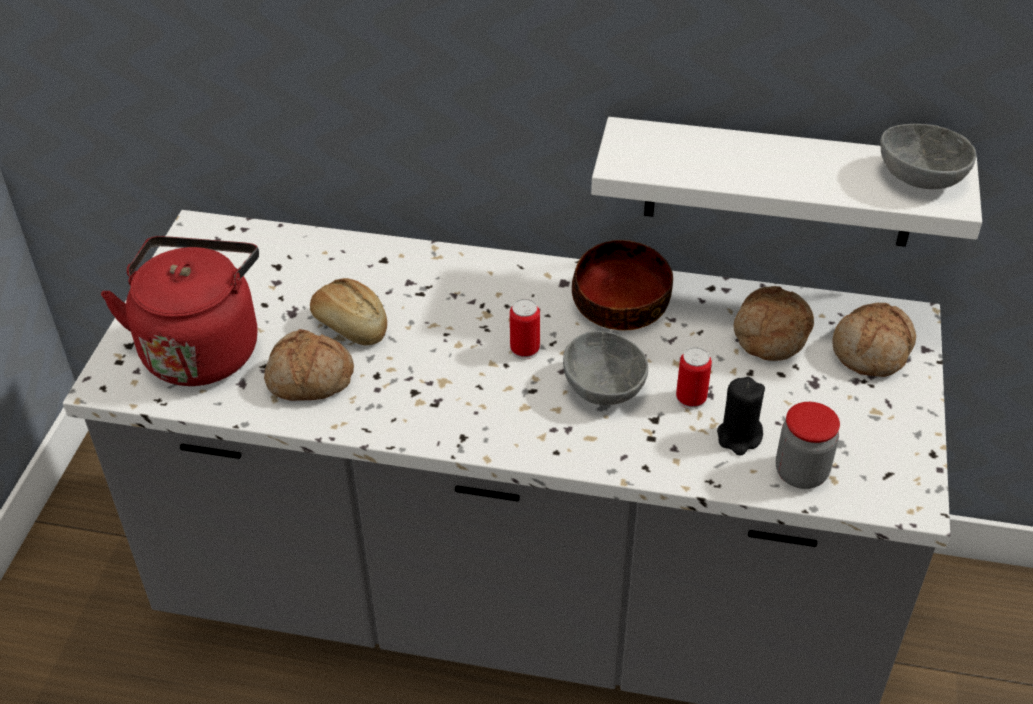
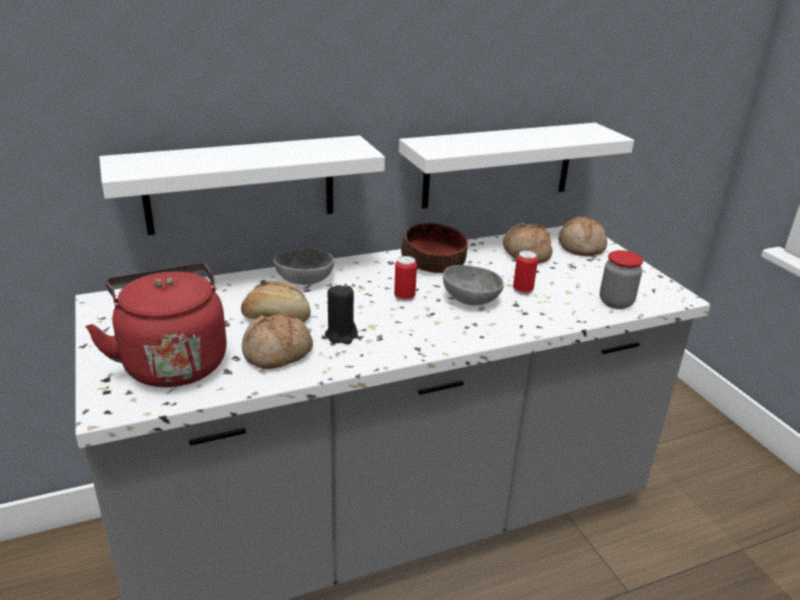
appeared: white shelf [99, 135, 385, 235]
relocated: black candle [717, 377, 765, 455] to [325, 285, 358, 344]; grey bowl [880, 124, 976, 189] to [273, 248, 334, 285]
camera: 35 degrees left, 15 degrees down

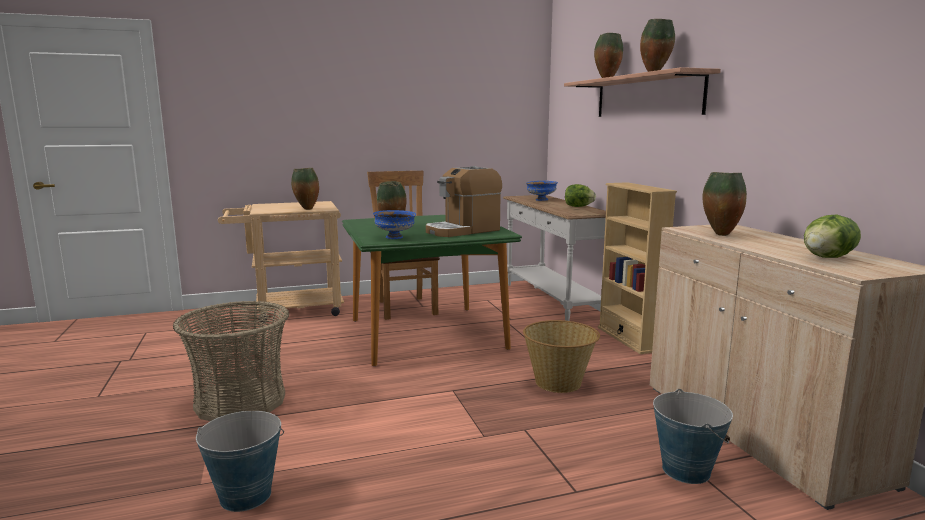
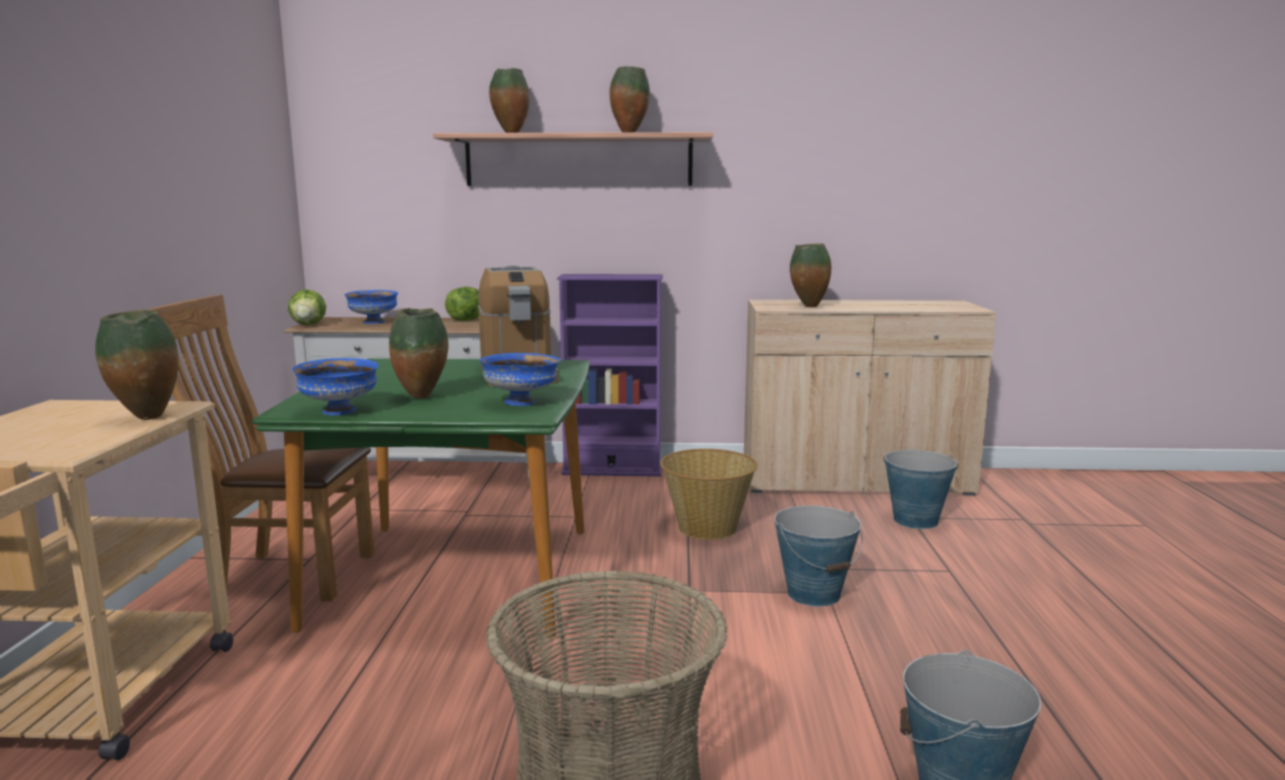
appeared: blue bowl [292, 358, 379, 415]; bucket [774, 505, 863, 607]
relocated: lettuce [804, 215, 861, 258] to [288, 290, 326, 325]
colour: beige bookcase [598, 182, 677, 354] to purple bookcase [557, 274, 663, 477]
camera: 70 degrees left, 0 degrees up

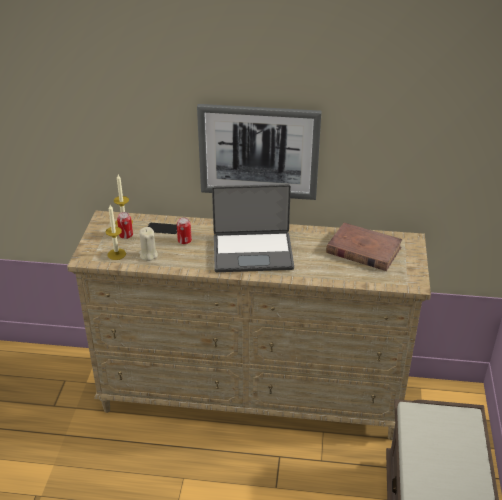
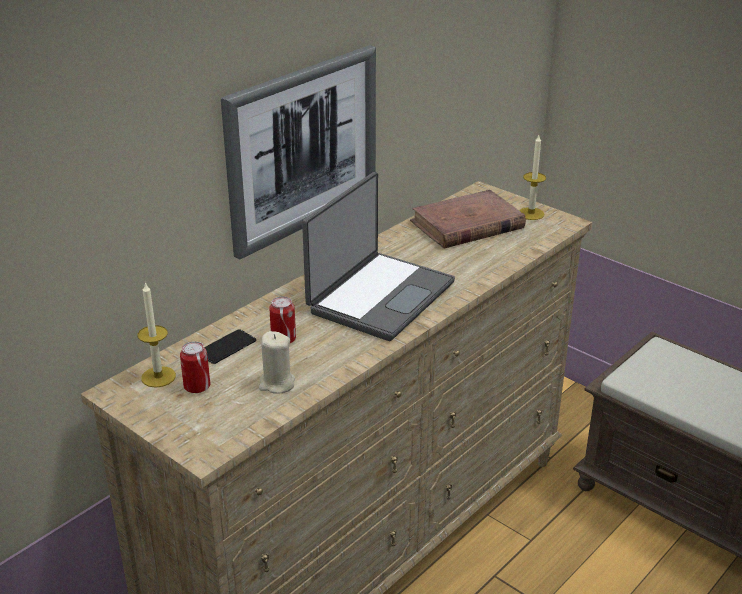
relocated: candle [106, 205, 126, 260] to [519, 135, 546, 220]
camera: 55 degrees left, 5 degrees down

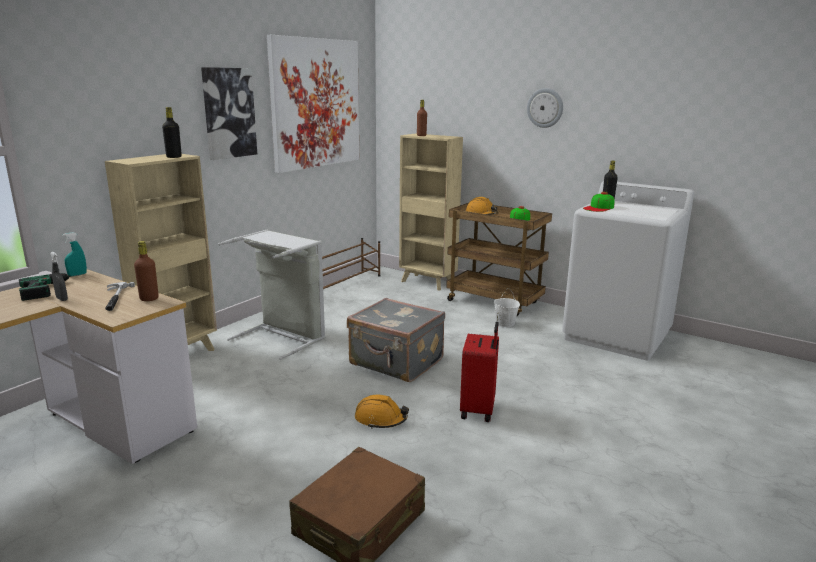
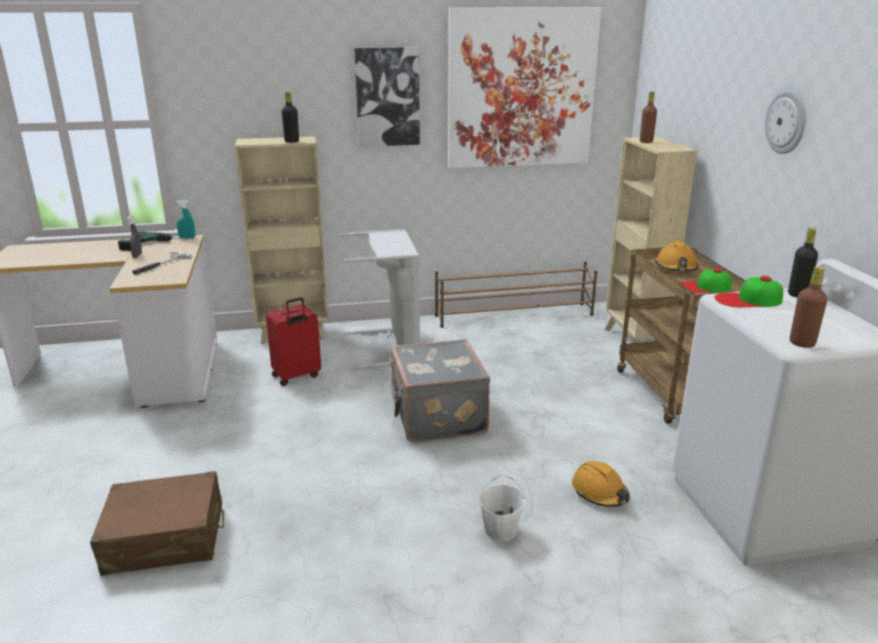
relocated: brown bottle [134, 241, 159, 301] to [790, 266, 827, 348]; orange hard hat [355, 395, 409, 429] to [572, 461, 630, 507]; red suitcase [460, 322, 499, 422] to [266, 297, 321, 386]; white bucket [494, 288, 520, 327] to [479, 475, 525, 542]
camera: 45 degrees right, 5 degrees up

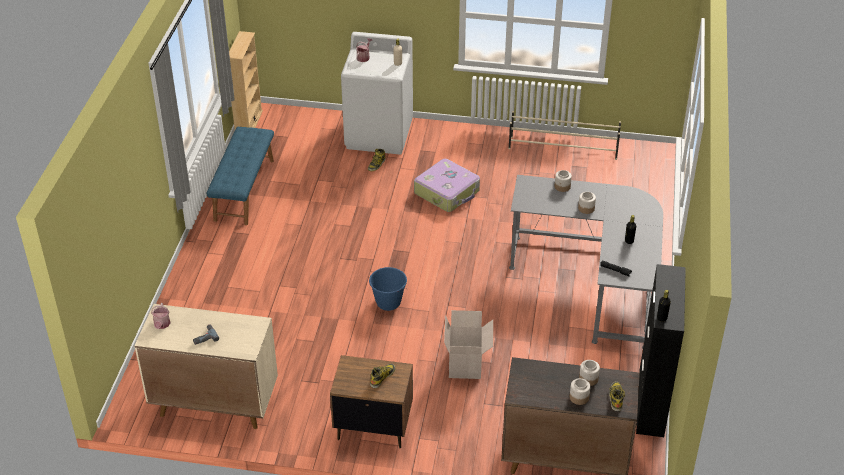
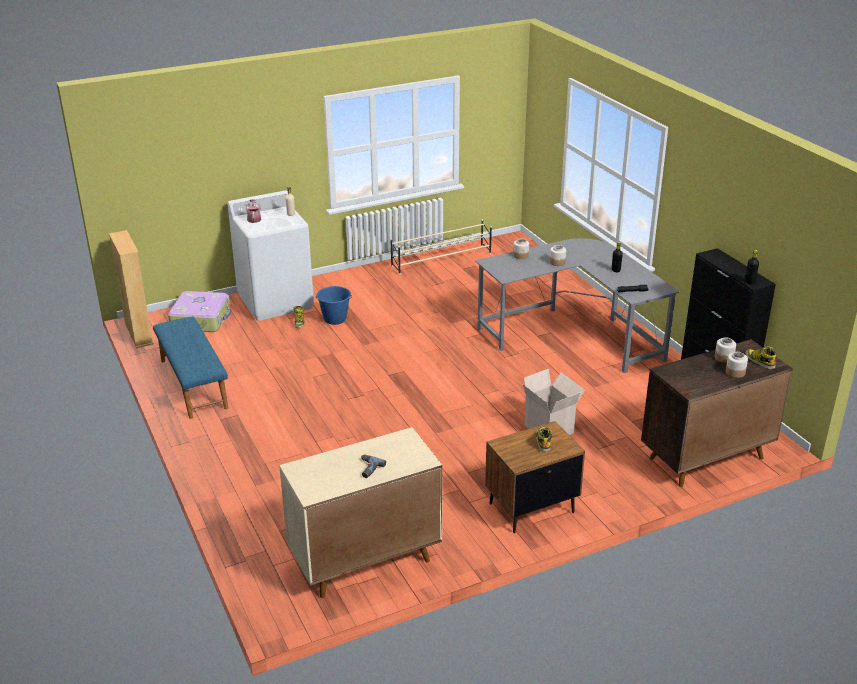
missing: watering can [151, 303, 170, 329]
relocated: blue bucket [369, 267, 407, 311] to [316, 286, 352, 325]; suitcase [414, 159, 480, 212] to [168, 291, 231, 332]
camera: 35 degrees left, 10 degrees down

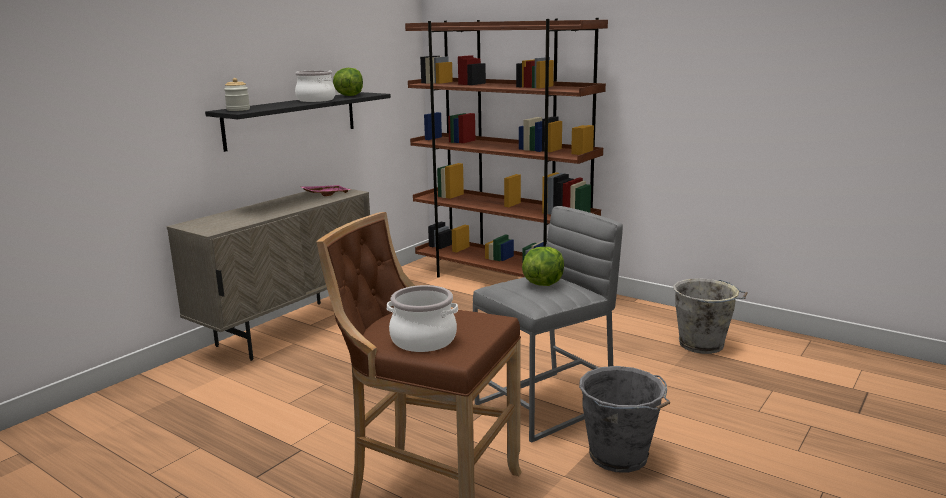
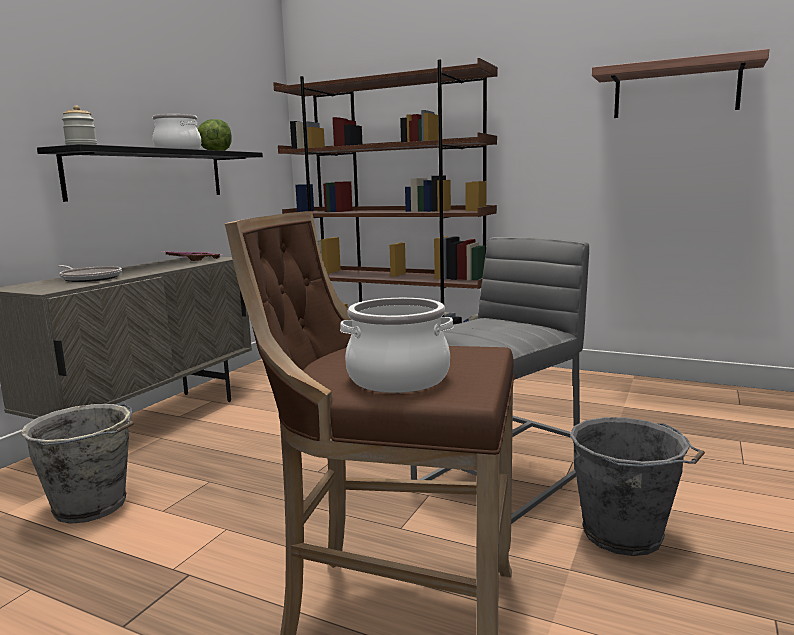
missing: lettuce [522, 247, 564, 286]
appeared: frying pan [58, 265, 122, 282]; shelf [592, 49, 769, 118]
relocated: grey bucket [673, 278, 748, 354] to [21, 404, 134, 524]
camera: 10 degrees left, 5 degrees down

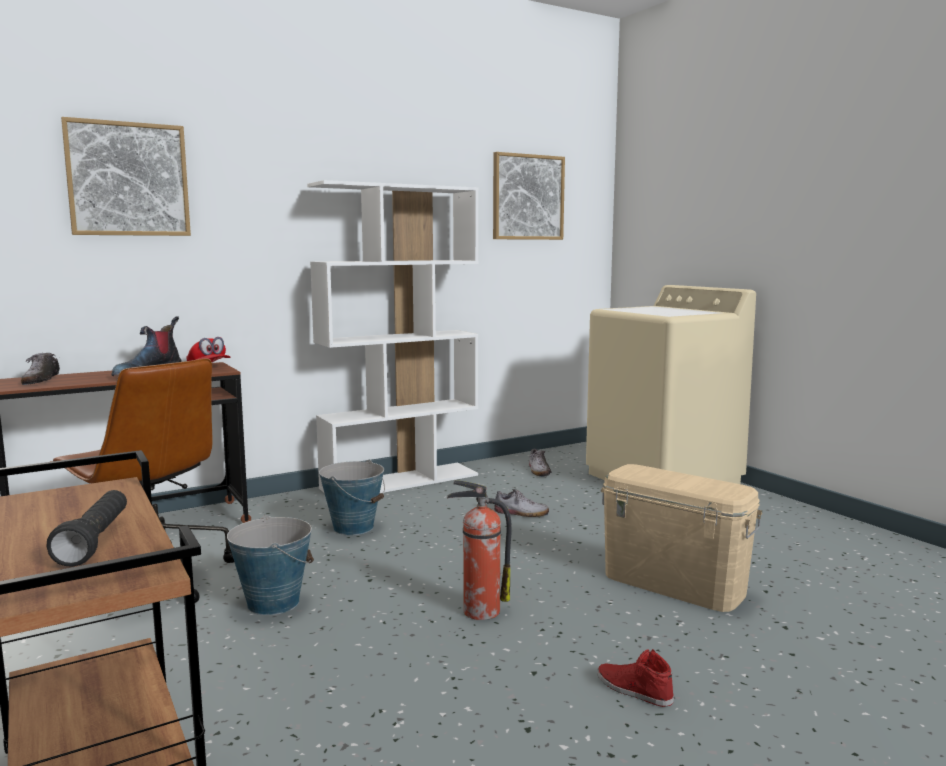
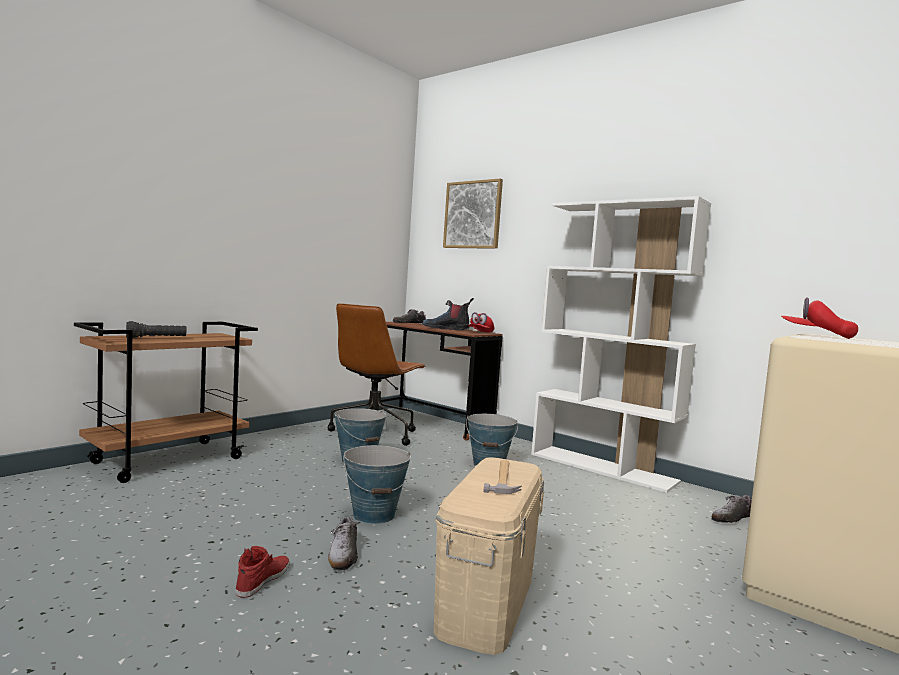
missing: picture [493, 152, 565, 240]
appeared: hammer [483, 460, 522, 494]; red cap [781, 297, 858, 339]
relocated: shoe [494, 489, 549, 517] to [328, 516, 358, 571]
exchanged: fire extinguisher [447, 480, 512, 620] to bucket [343, 445, 412, 524]
camera: 70 degrees right, 5 degrees down

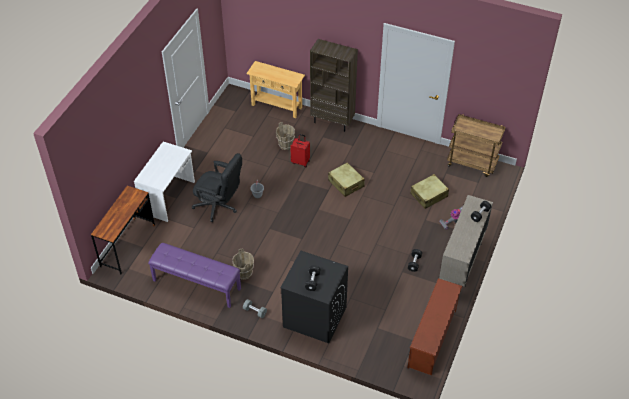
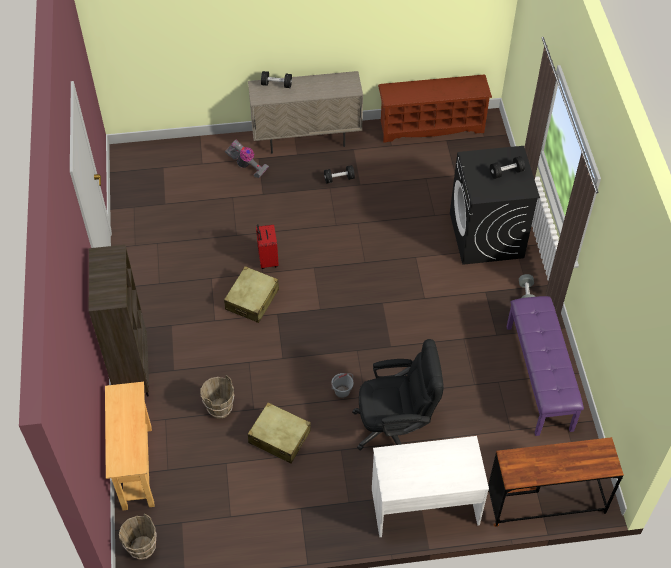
missing: brown cart [447, 114, 506, 177]
relocated: brown bucket [232, 249, 254, 280] to [119, 513, 157, 560]; red suitcase [290, 134, 310, 168] to [256, 224, 279, 269]; beige suitcase [410, 174, 449, 209] to [248, 402, 311, 464]
spun: black office chair [192, 153, 242, 222] = [352, 339, 444, 450] 90 degrees clockwise
camera: 120 degrees left, 5 degrees up

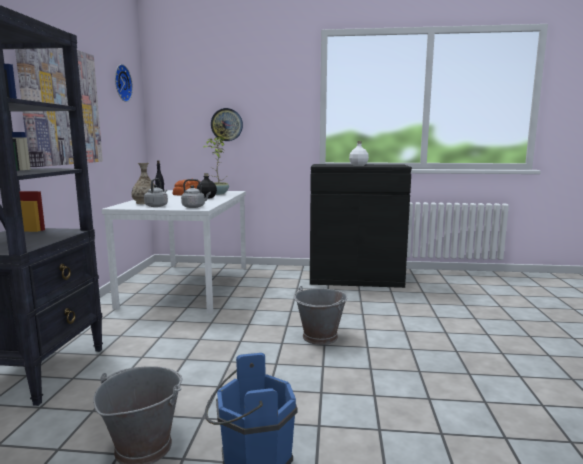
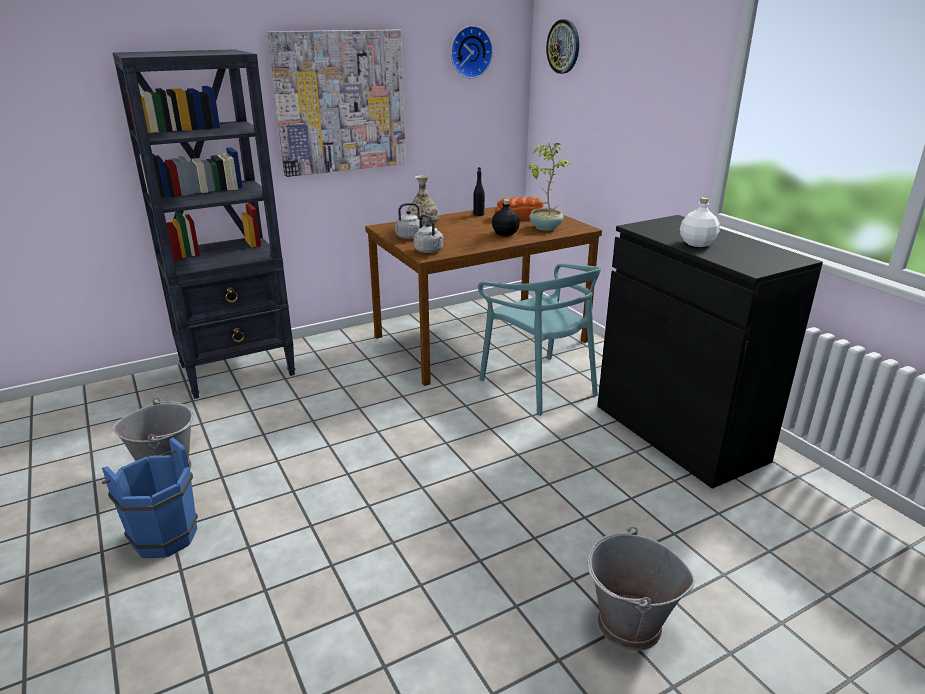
appeared: turquoise chair [478, 263, 601, 416]
relocated: wall clock [211, 108, 243, 141] to [546, 19, 579, 74]; grey bucket [294, 286, 347, 345] to [587, 526, 695, 651]
colour: white dining table [102, 190, 246, 314] to brown dining table [365, 207, 602, 386]
camera: 55 degrees right, 15 degrees up

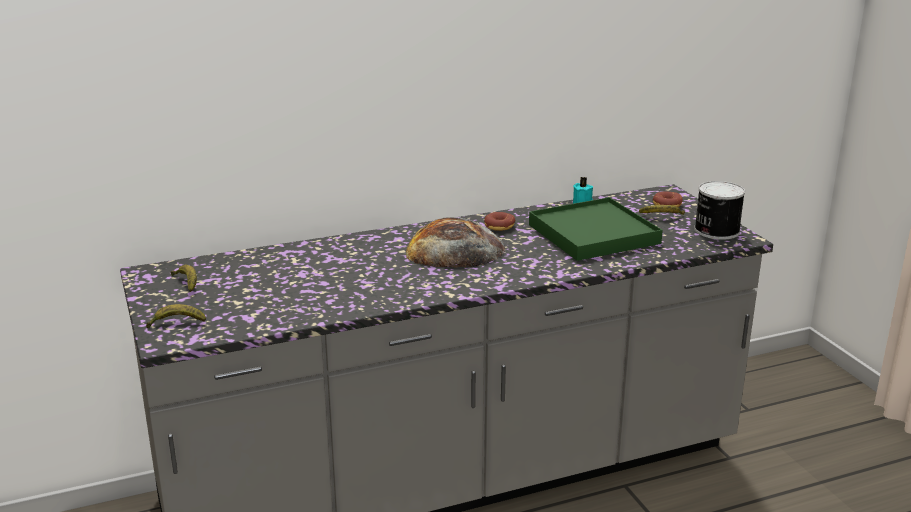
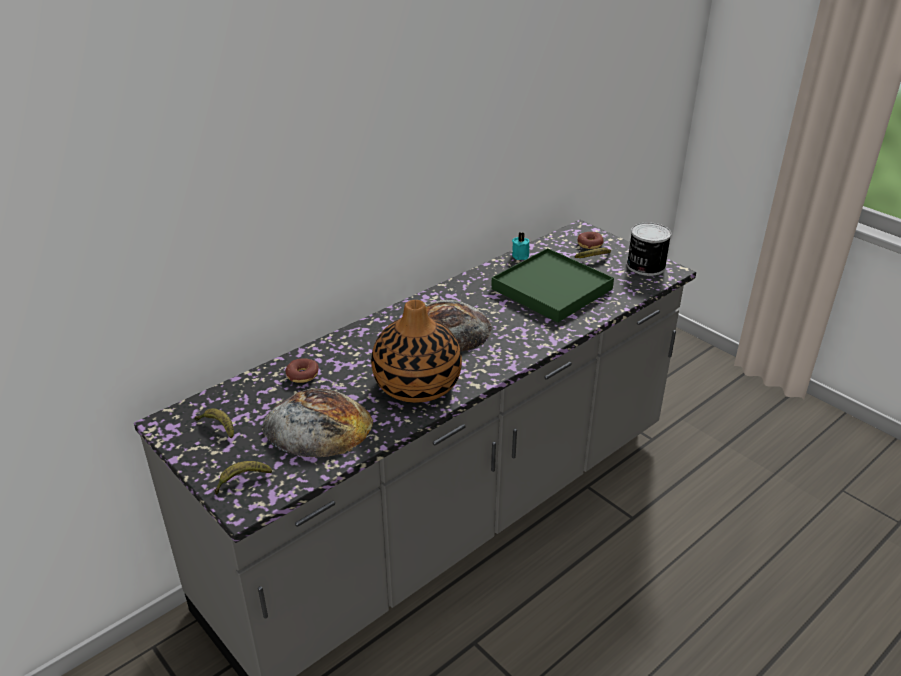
appeared: bread [262, 388, 373, 458]; vase [371, 300, 462, 403]
relocated: donut [484, 212, 515, 231] to [285, 358, 319, 383]
camera: 20 degrees left, 10 degrees up

